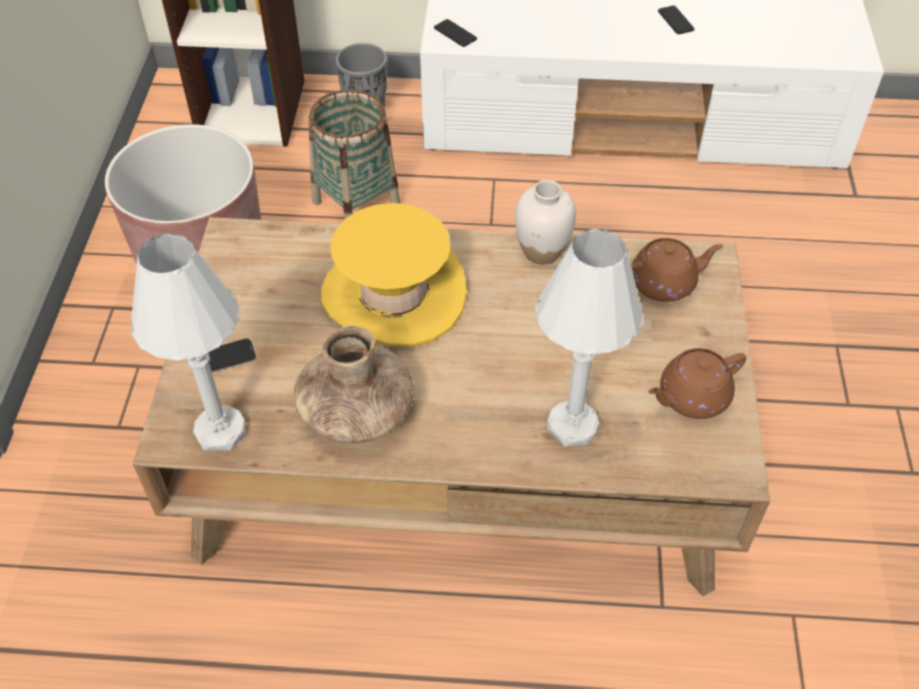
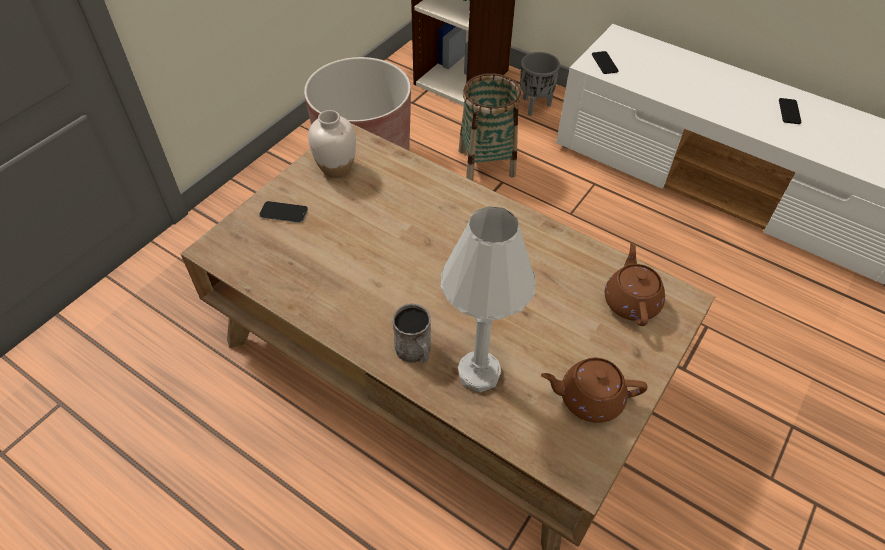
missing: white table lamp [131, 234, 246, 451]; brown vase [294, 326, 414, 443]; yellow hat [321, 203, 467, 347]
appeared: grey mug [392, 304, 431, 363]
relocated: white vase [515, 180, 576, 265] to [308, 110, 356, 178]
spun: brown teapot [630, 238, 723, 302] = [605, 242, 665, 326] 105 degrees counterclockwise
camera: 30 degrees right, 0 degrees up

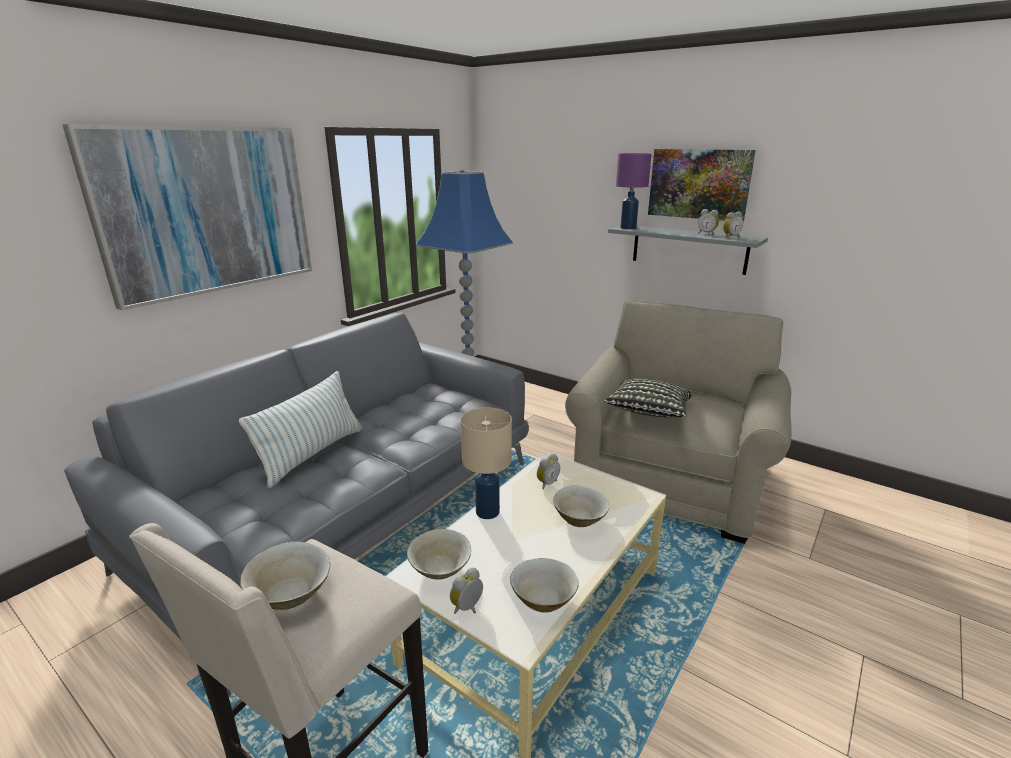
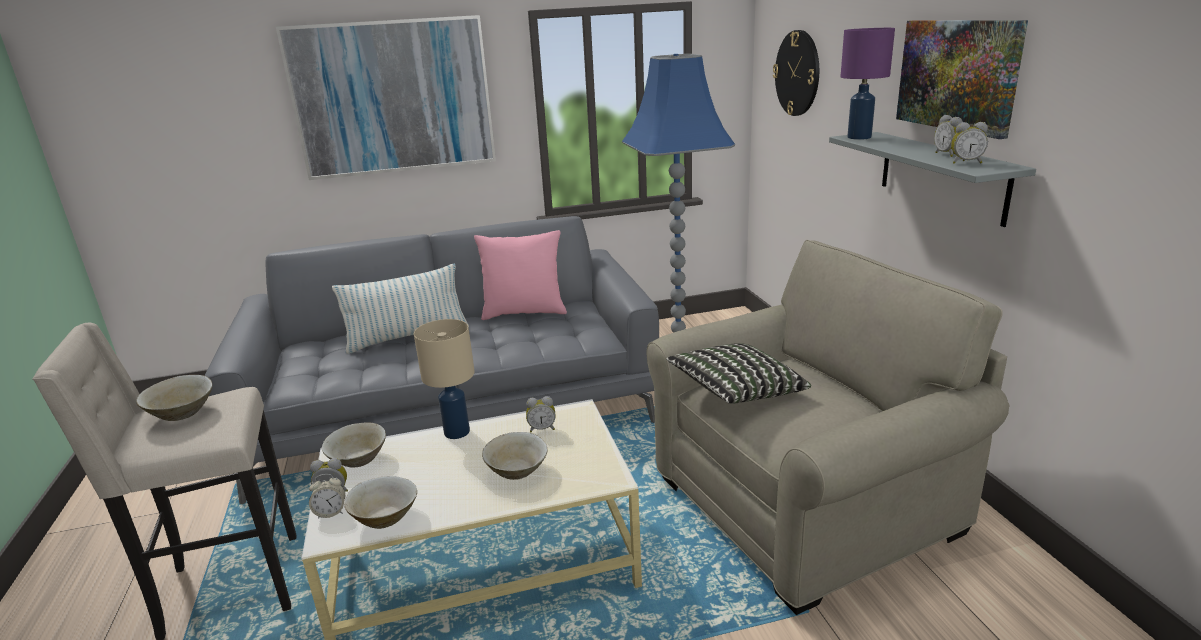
appeared: alarm clock [309, 474, 345, 519]; pink pillow [474, 230, 567, 320]; wall clock [773, 30, 819, 116]
camera: 40 degrees right, 0 degrees up

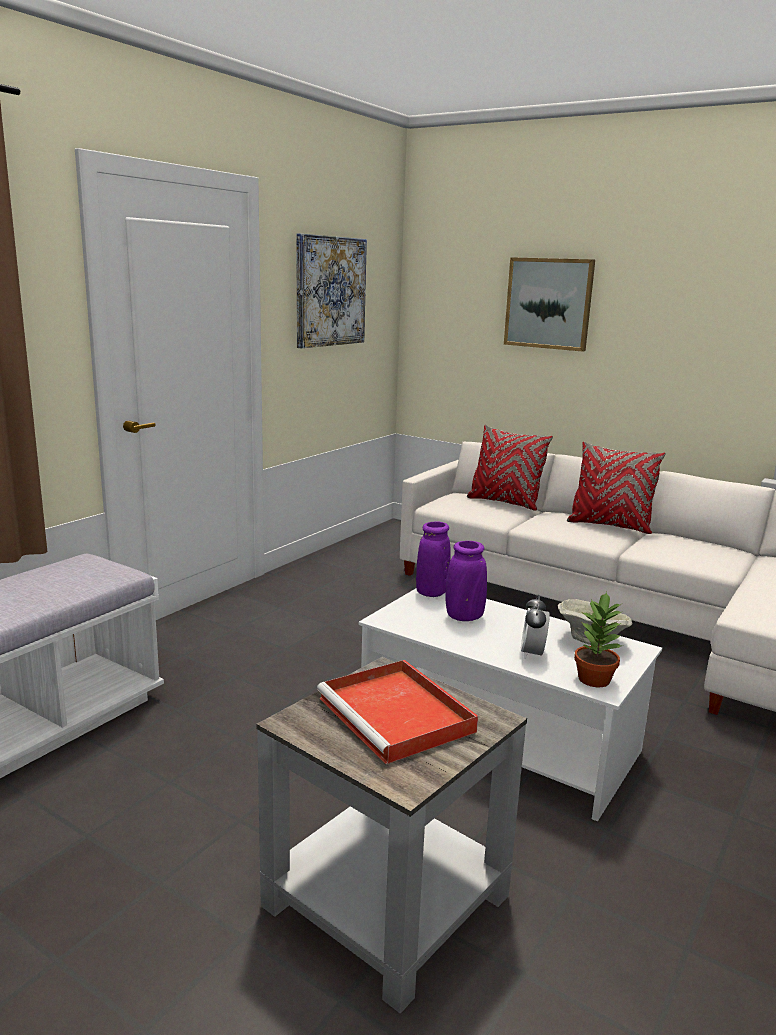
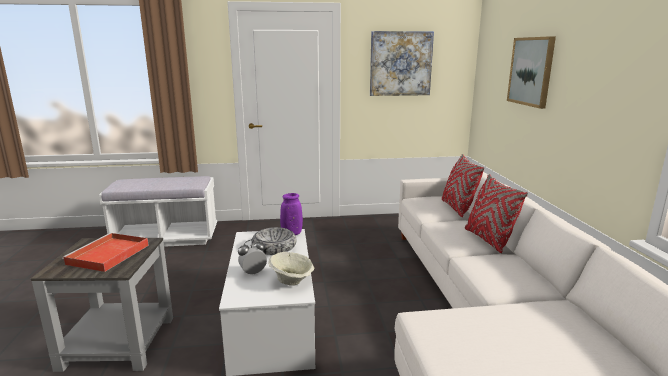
missing: potted plant [574, 592, 624, 687]
exchanged: purple vase [445, 541, 487, 621] to bowl [251, 227, 296, 255]
camera: 50 degrees right, 0 degrees up

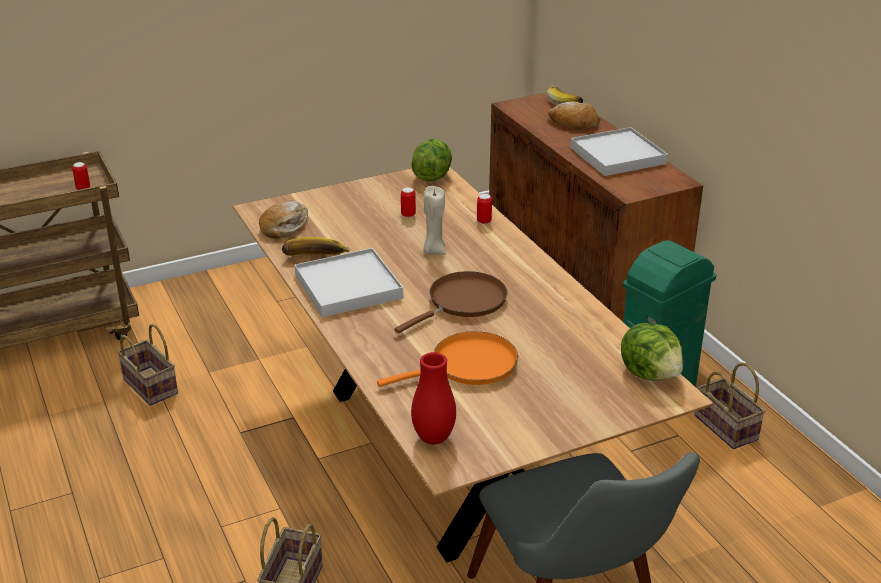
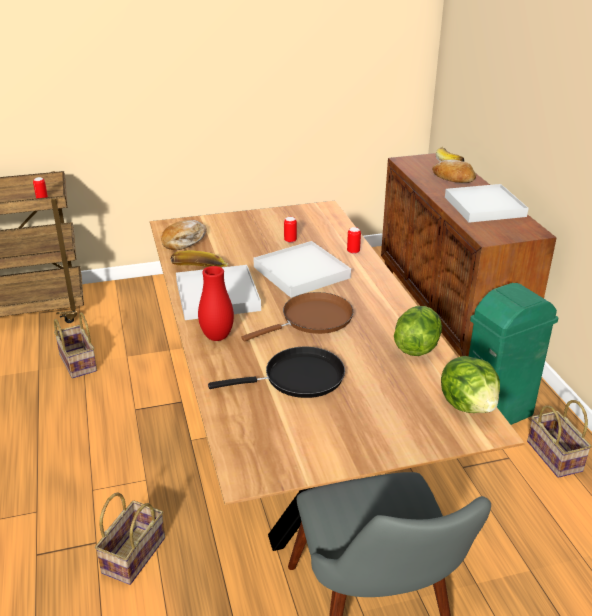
relocated: lettuce [411, 139, 452, 182] to [394, 306, 442, 356]; red vase [411, 352, 456, 445] to [198, 266, 234, 341]
exchanged: beige candle [423, 186, 446, 255] to white tray [254, 241, 351, 298]
colour: orange frying pan [377, 331, 518, 387] to black frying pan [208, 347, 345, 398]
camera: 10 degrees right, 0 degrees up

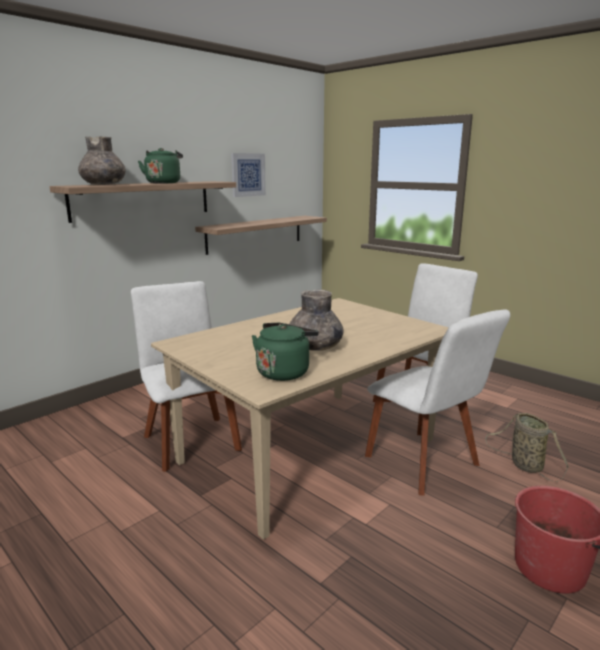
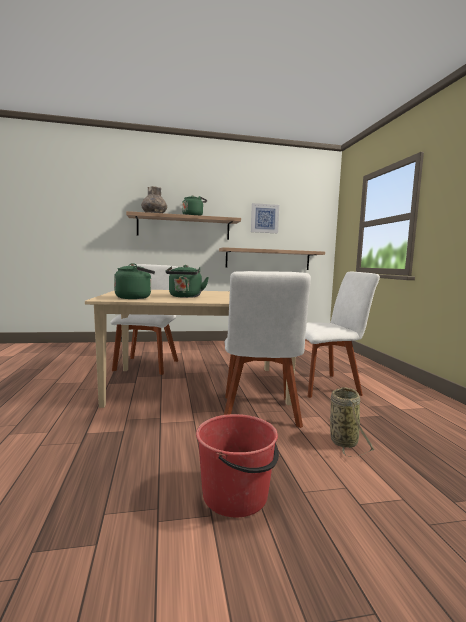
exchanged: grey vase [290, 289, 344, 351] to green kettle [165, 265, 209, 298]
camera: 35 degrees right, 10 degrees down

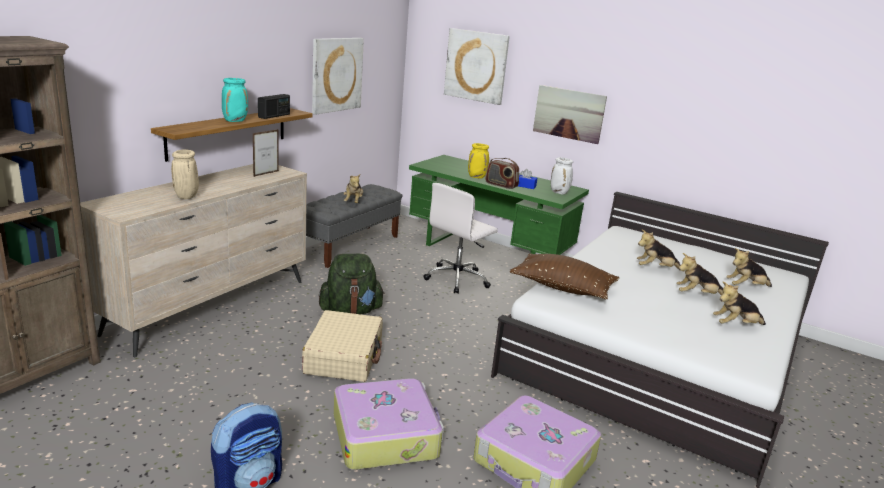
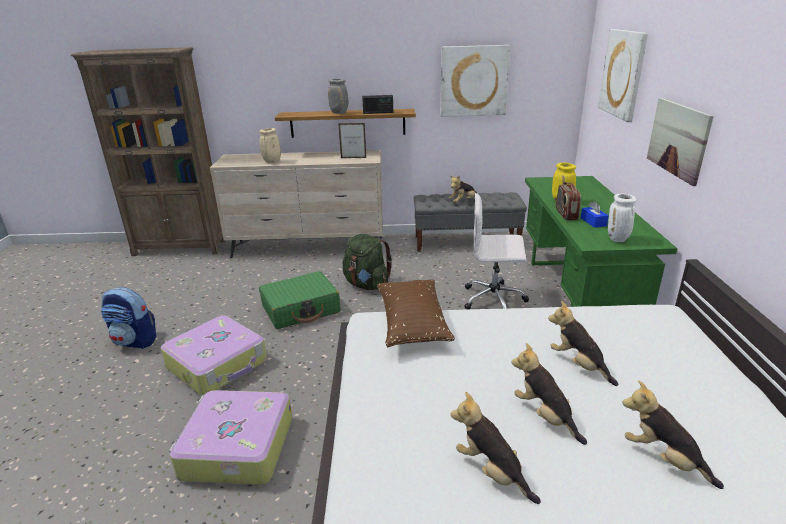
colour: turquoise vase [222, 78, 248, 122] to grey vase [328, 79, 348, 114]; beige suitcase [302, 310, 383, 382] to green suitcase [259, 271, 340, 329]
camera: 60 degrees right, 5 degrees up

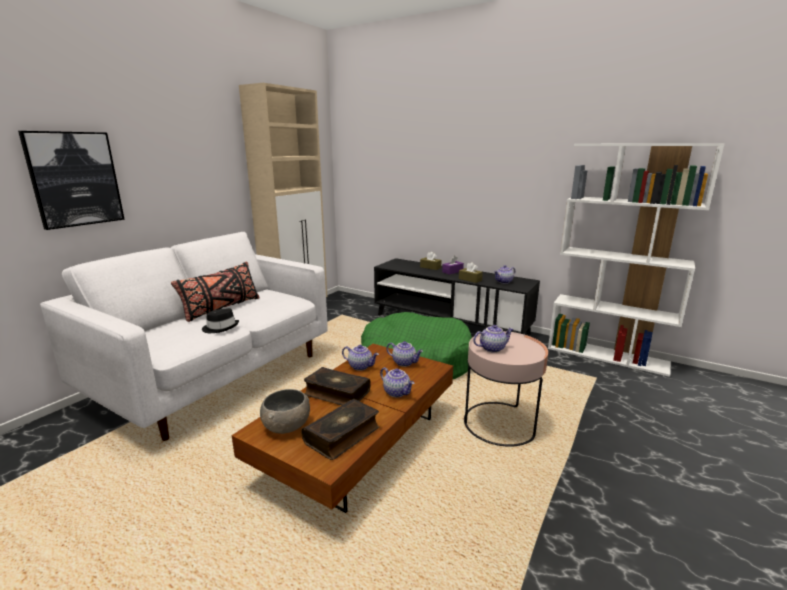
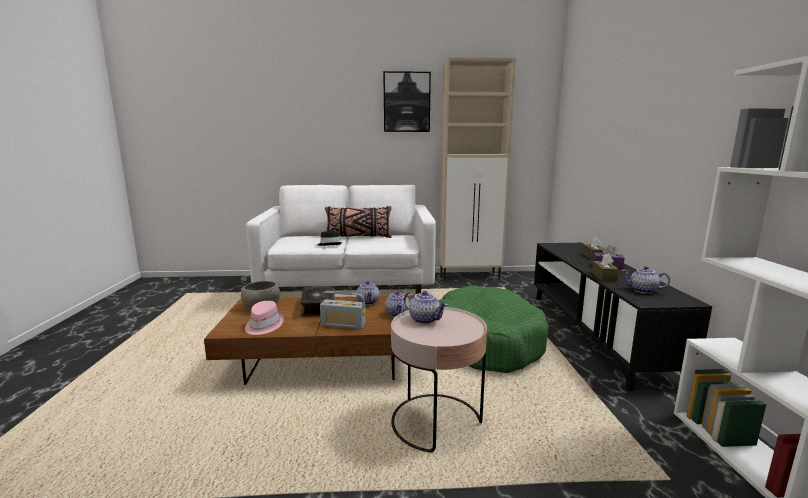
relocated: picture [18, 131, 125, 230] to [383, 71, 431, 132]
exchanged: book [301, 399, 380, 460] to pink hat [245, 301, 284, 335]; teapot [380, 367, 414, 397] to radio [320, 291, 366, 329]
camera: 55 degrees right, 5 degrees down

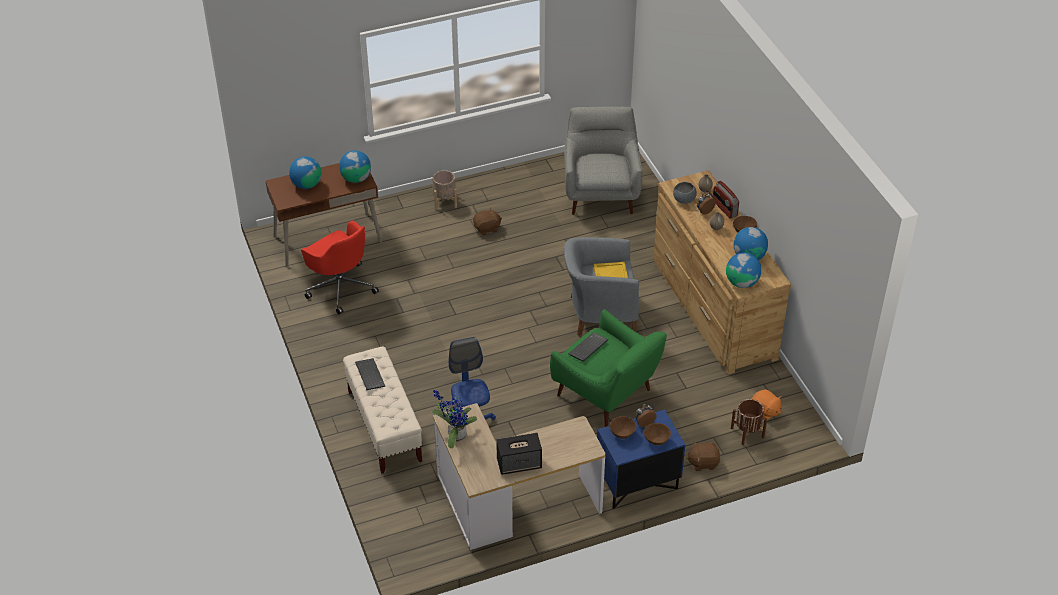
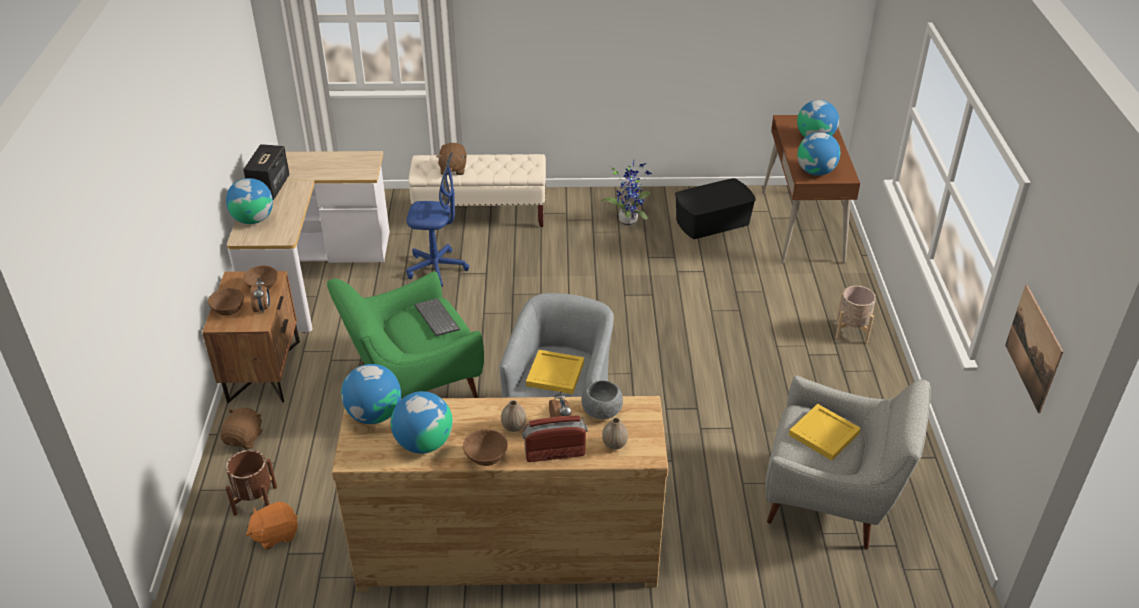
missing: keyboard [355, 358, 385, 390]
appeared: globe [226, 178, 273, 224]; yellow tray [789, 404, 861, 461]; picture [1005, 285, 1063, 413]
relocated: potted plant [432, 390, 477, 448] to [601, 161, 652, 226]; brown plush toy [473, 208, 502, 235] to [436, 143, 466, 175]
exchanged: red office chair [301, 220, 379, 314] to black storage box [675, 178, 756, 239]
colour: blue nightstand [597, 409, 685, 509] to brown nightstand [202, 271, 300, 403]
camera: 110 degrees right, 5 degrees down

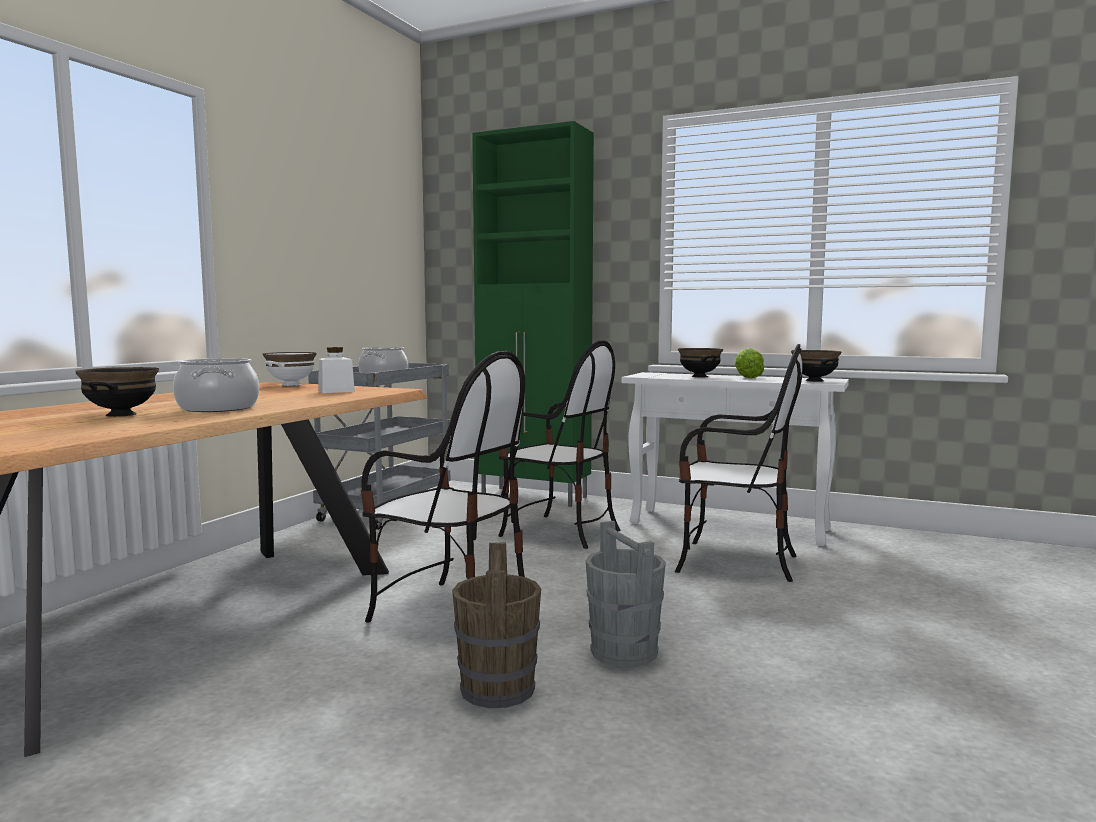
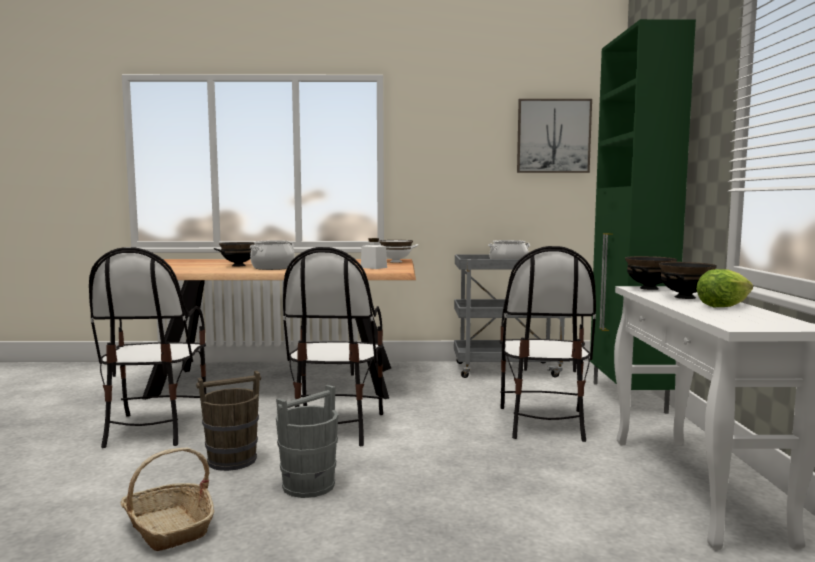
appeared: basket [120, 447, 214, 551]; picture [517, 99, 592, 173]
relocated: chair [675, 344, 803, 582] to [89, 247, 206, 448]; black bowl [791, 350, 842, 382] to [625, 256, 677, 290]
camera: 65 degrees right, 0 degrees up

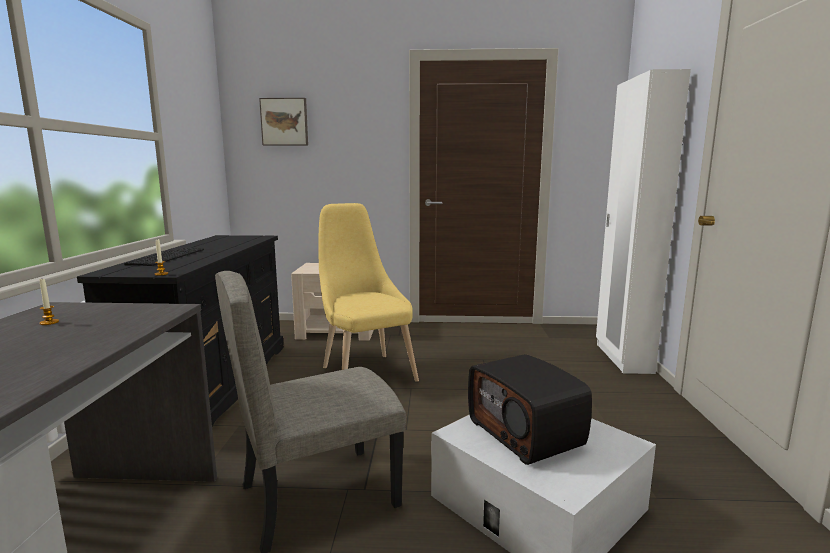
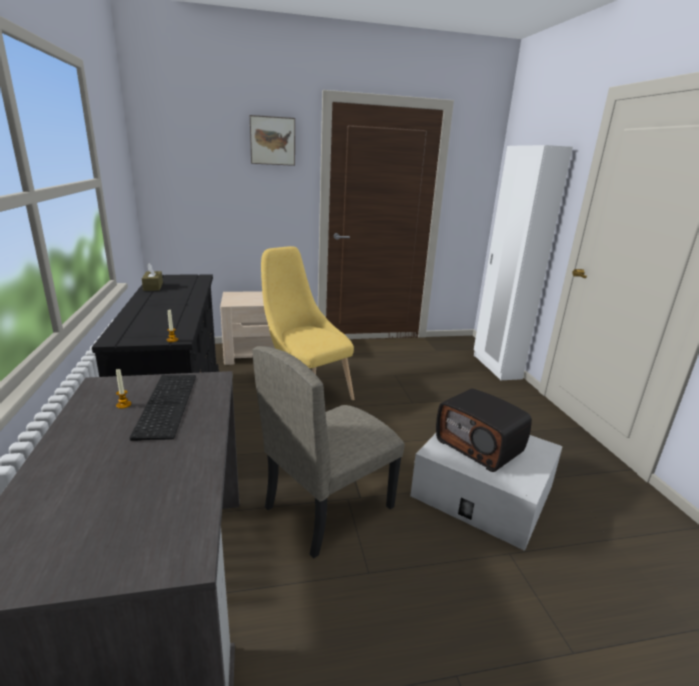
appeared: brown tissue box [142, 263, 163, 291]
relocated: keyboard [124, 247, 204, 266] to [130, 375, 196, 441]; picture [259, 98, 308, 146] to [250, 115, 295, 166]
camera: 15 degrees left, 10 degrees up

